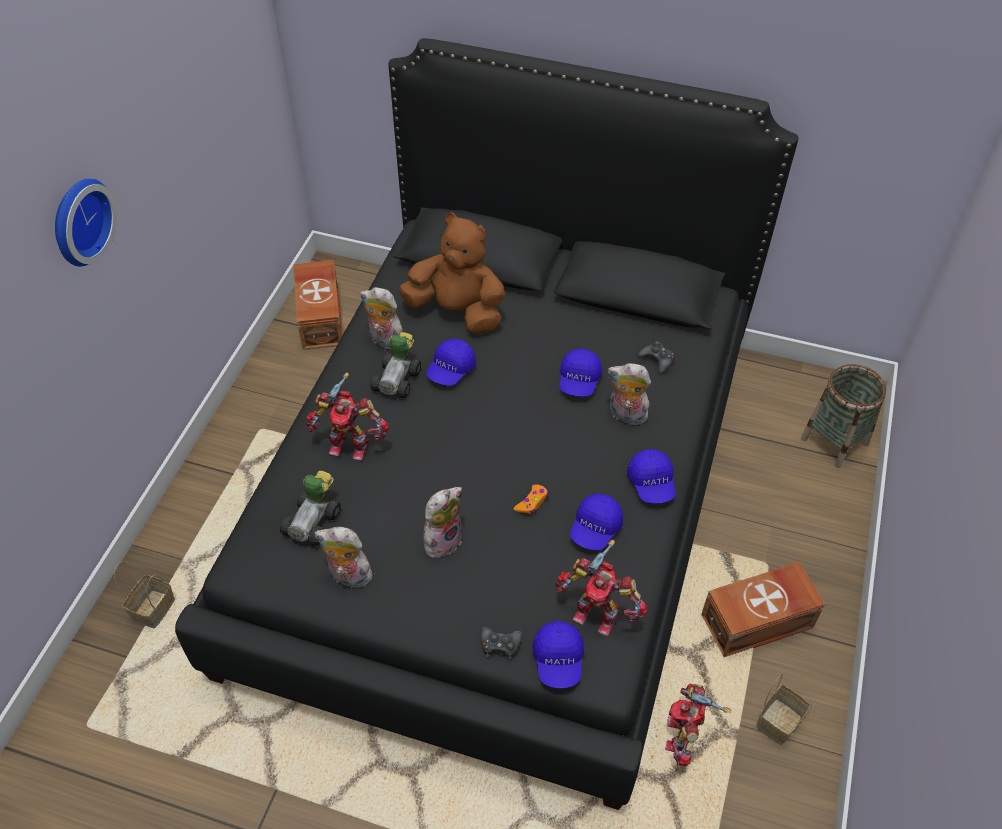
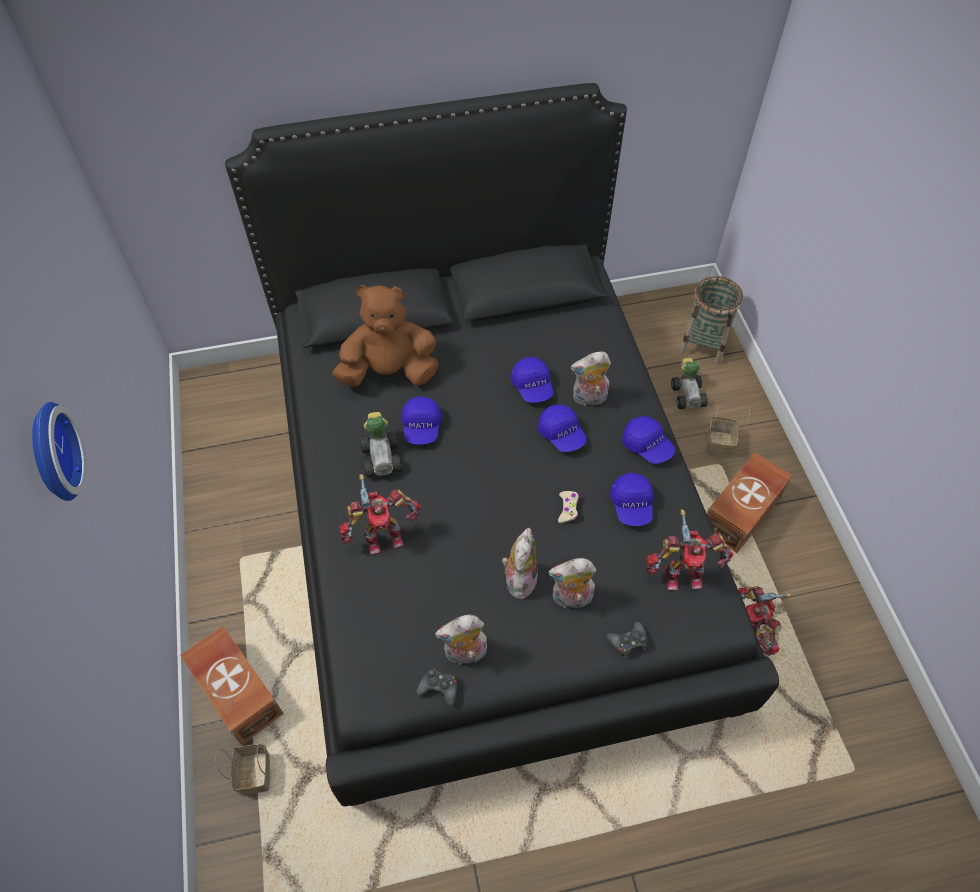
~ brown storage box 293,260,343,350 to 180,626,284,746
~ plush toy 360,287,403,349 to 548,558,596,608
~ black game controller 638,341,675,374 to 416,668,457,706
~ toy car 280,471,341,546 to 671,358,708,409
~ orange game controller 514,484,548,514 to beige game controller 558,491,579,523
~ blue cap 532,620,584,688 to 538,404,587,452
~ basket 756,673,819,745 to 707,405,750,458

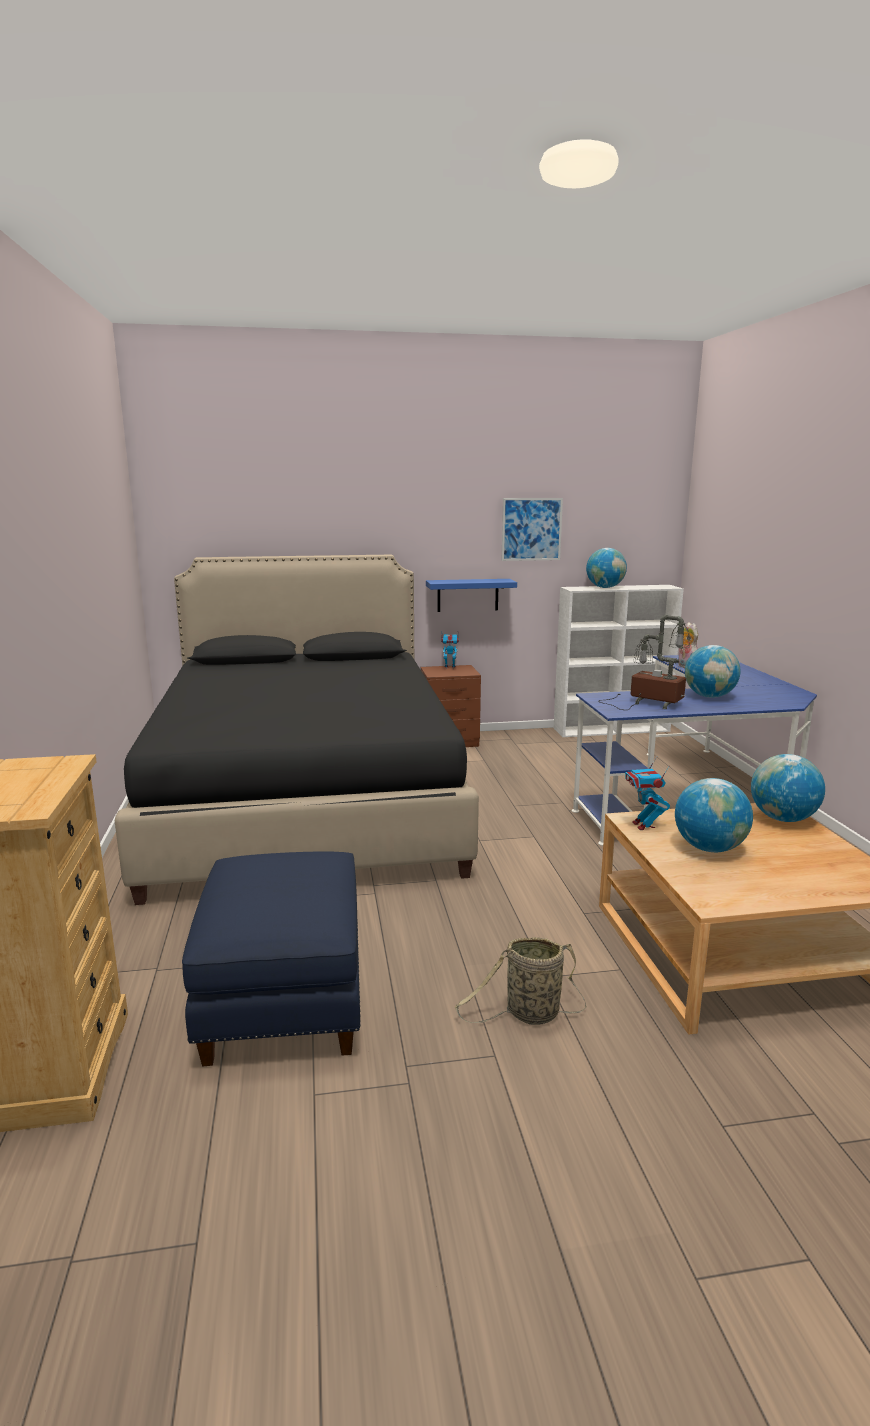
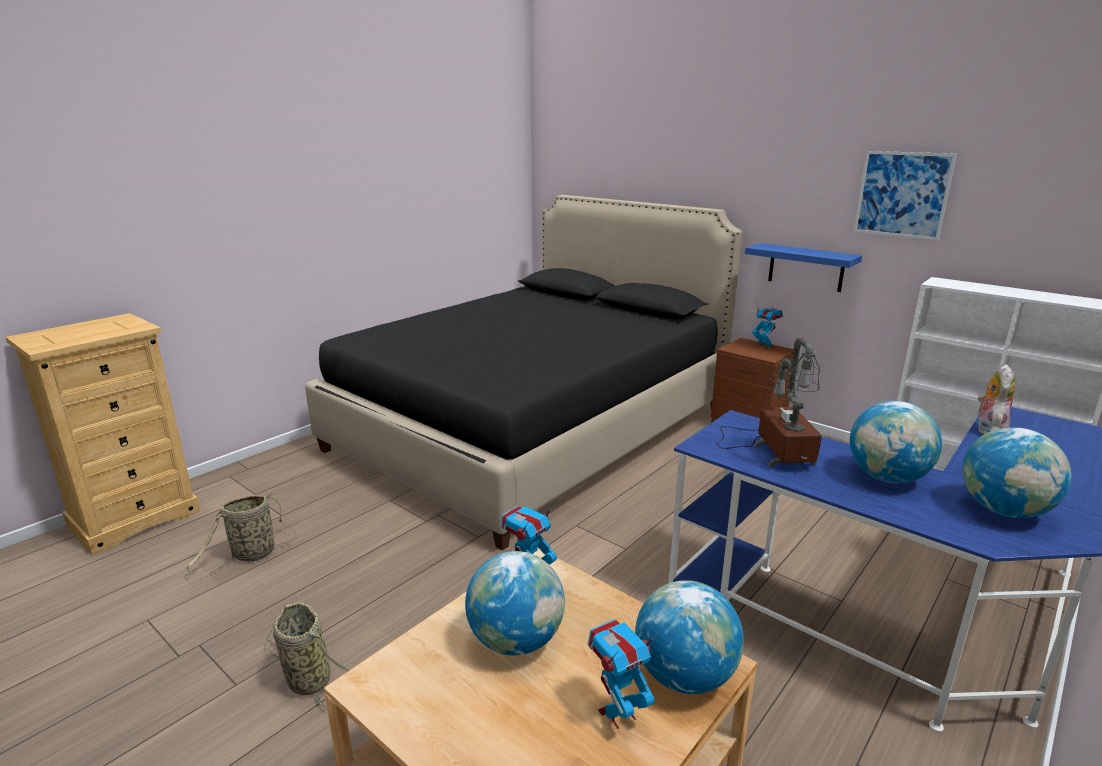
~ globe 586,548,627,588 to 962,427,1072,518
~ blue ottoman 182,851,361,1066 to basket 185,493,296,576
+ toy robot 588,619,657,729

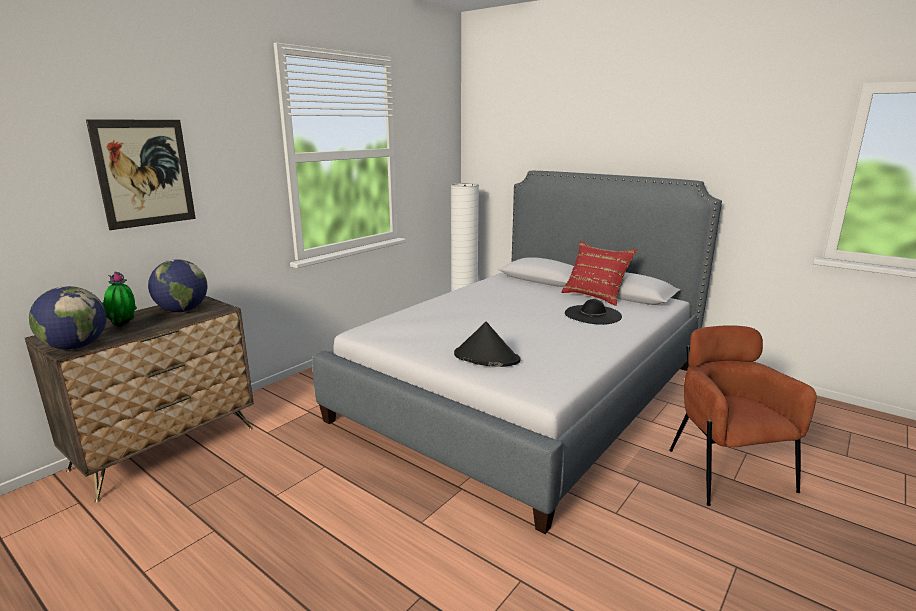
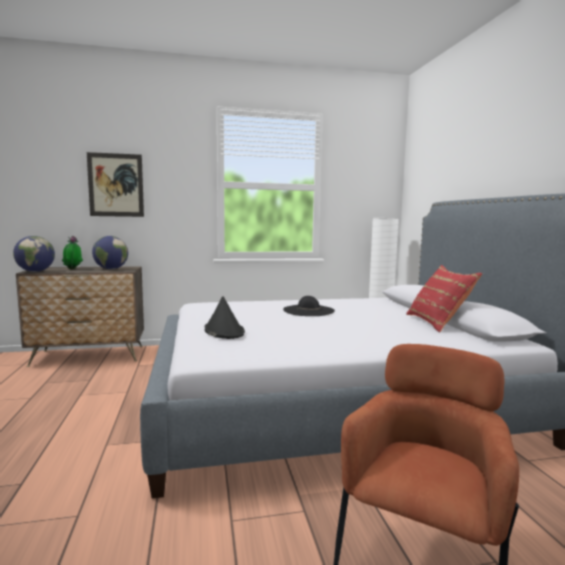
~ black hat 565,299,622,325 to 283,296,335,316

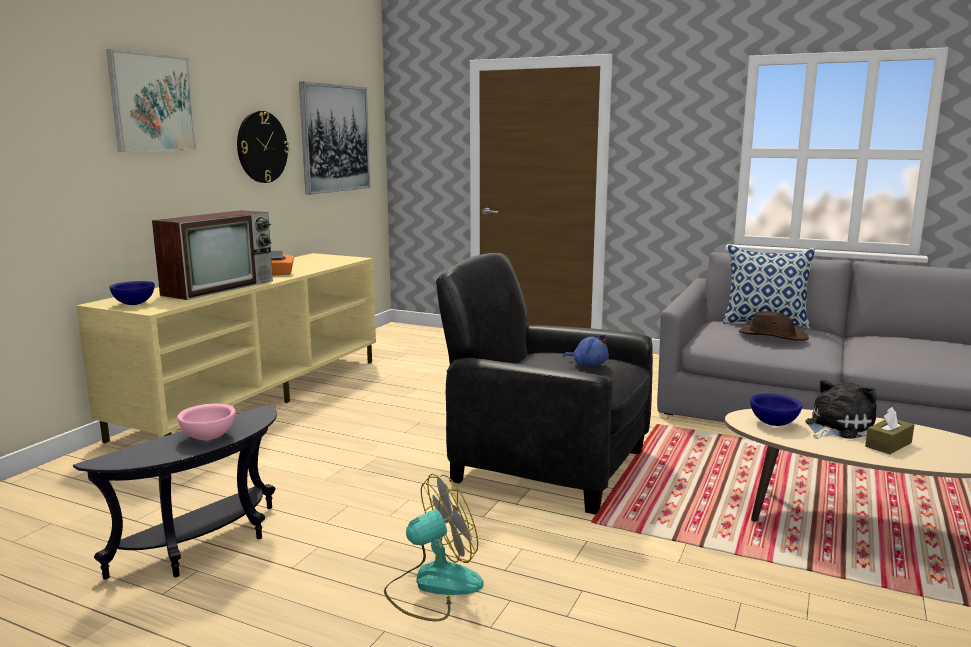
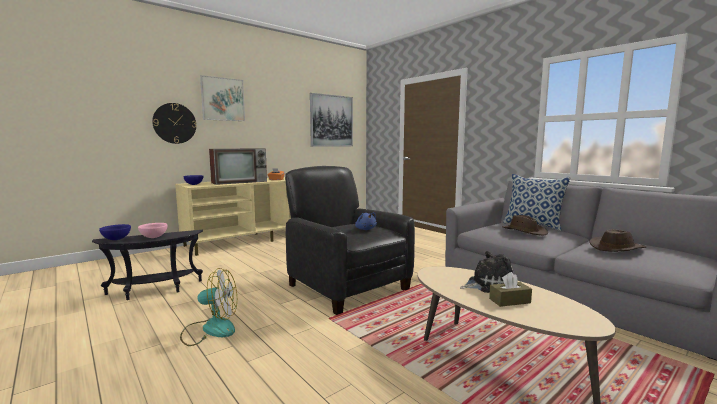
~ wall clock 237,111,290,183 to 152,103,196,144
~ blue bowl 750,393,802,426 to 99,224,131,240
+ brown hat 589,229,646,251

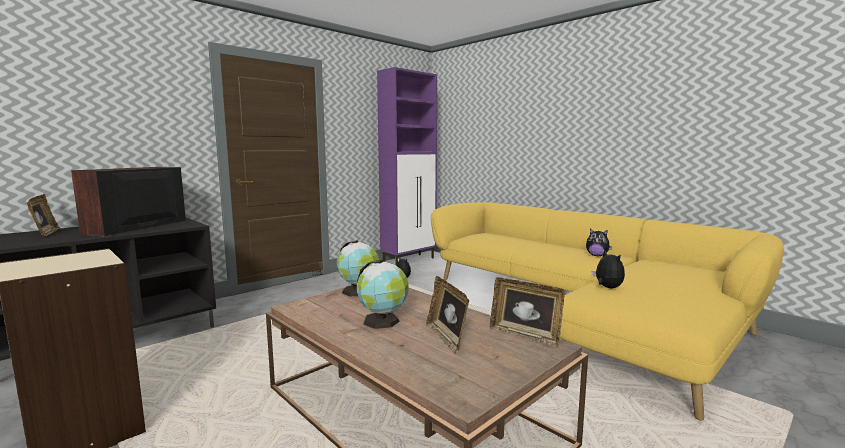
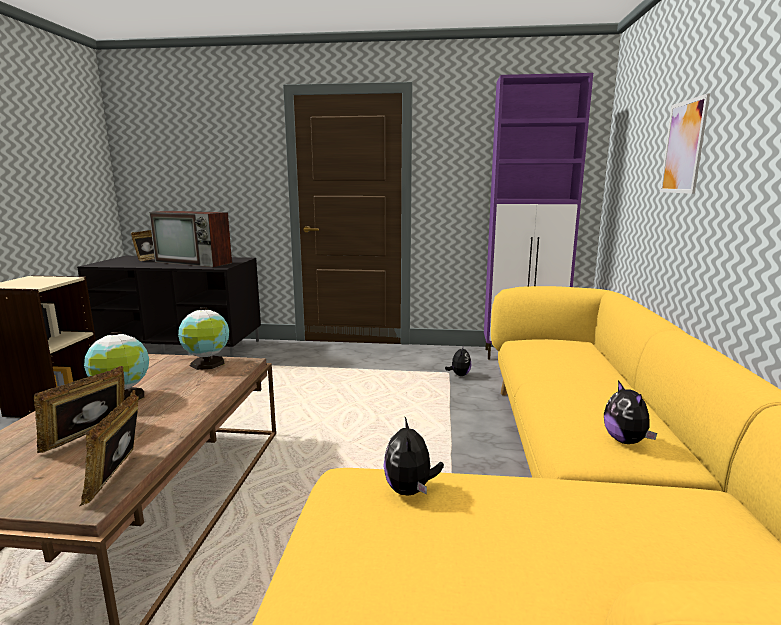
~ television 71,167,186,237 = 149,211,232,267 135 degrees counterclockwise
~ plush toy 591,249,625,288 = 384,417,444,496 150 degrees clockwise
+ picture 660,93,710,194

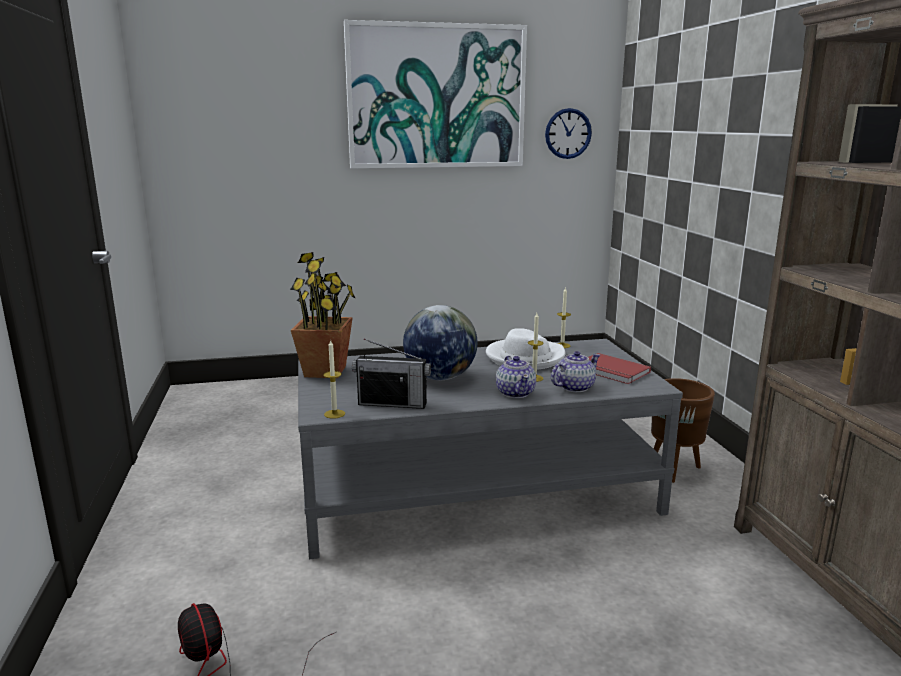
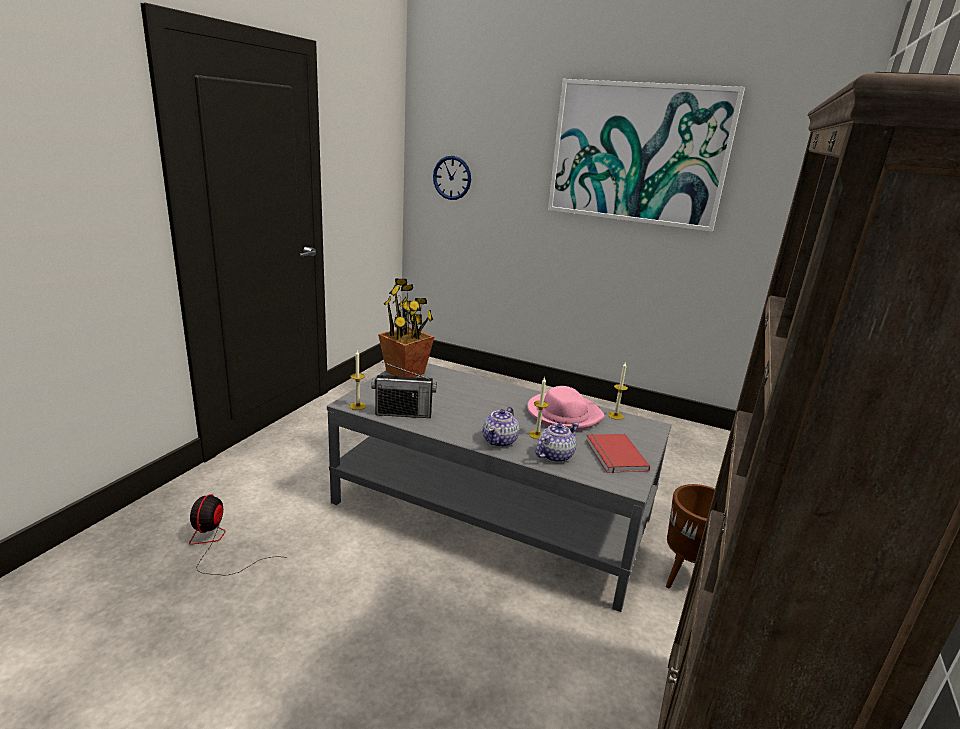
~ wall clock 545,108,592,159 to 433,156,471,200
- globe 403,305,477,380
~ white hat 486,328,565,370 to pink hat 527,386,605,431
~ radio 352,339,431,409 = 371,362,437,418 45 degrees counterclockwise
~ teapot 551,351,600,392 = 535,423,579,463 45 degrees counterclockwise

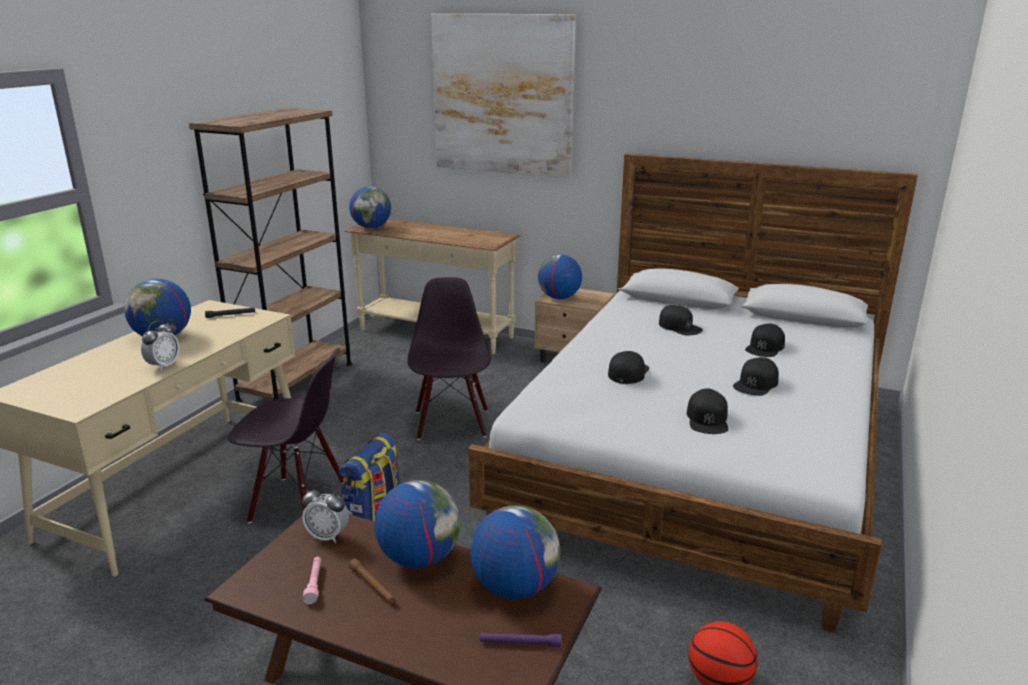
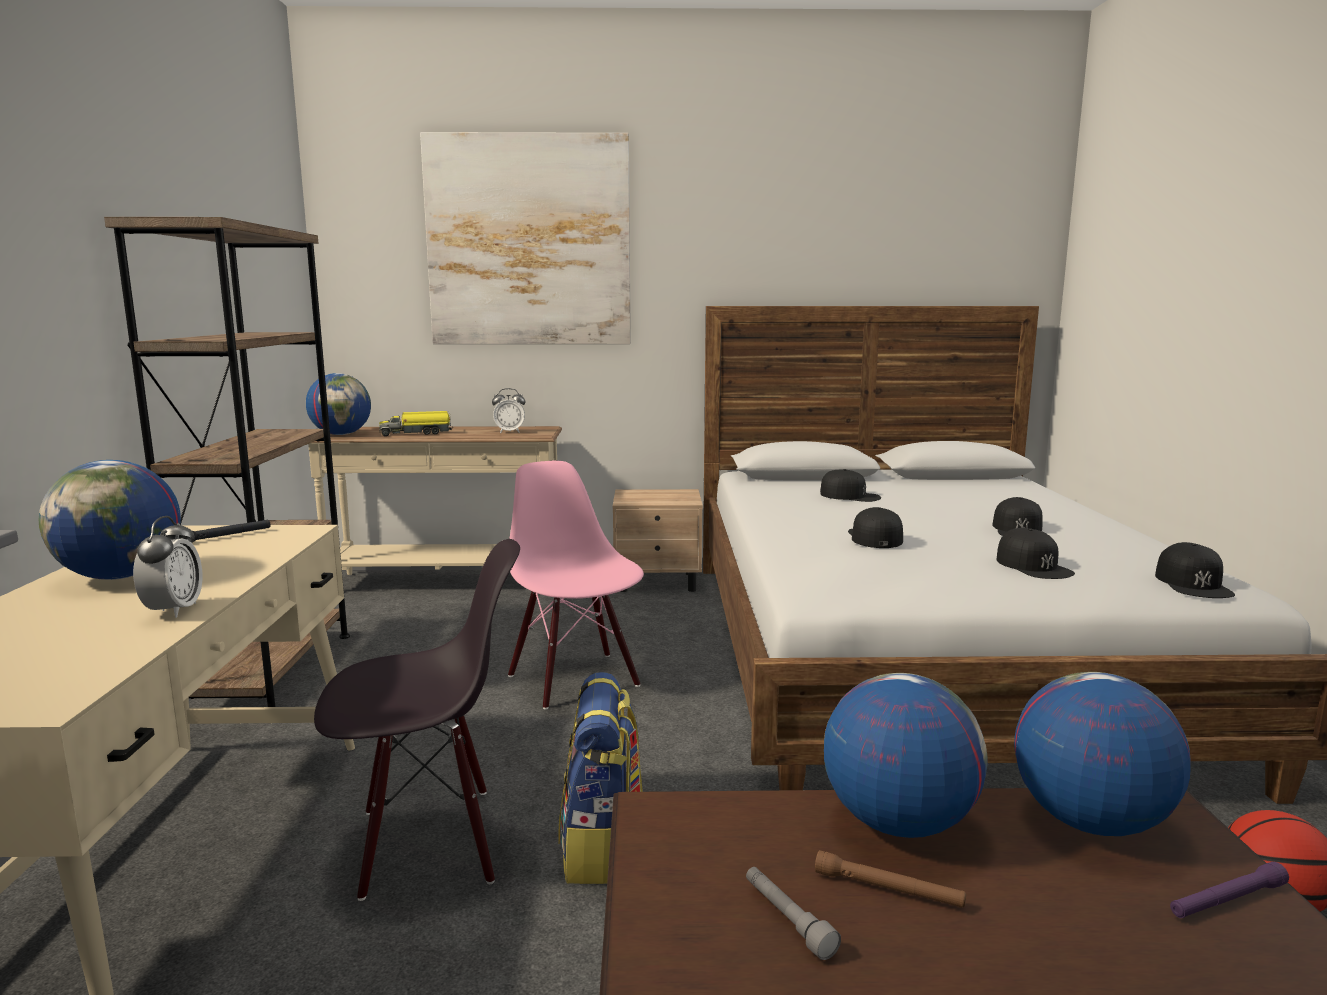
- globe 538,255,582,299
~ black chair 407,277,491,440 to pink chair 508,461,644,709
~ black cap 745,324,785,357 to 1155,542,1235,598
~ alarm clock 302,486,349,543 to 492,388,525,433
~ pink flashlight 303,557,321,604 to grey flashlight 746,867,841,960
+ toy truck 379,411,452,436

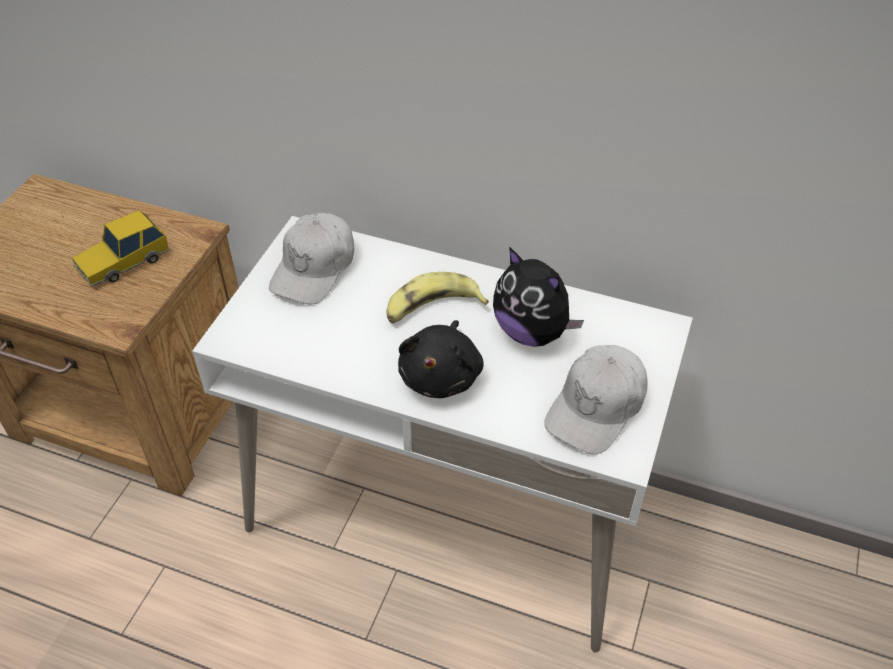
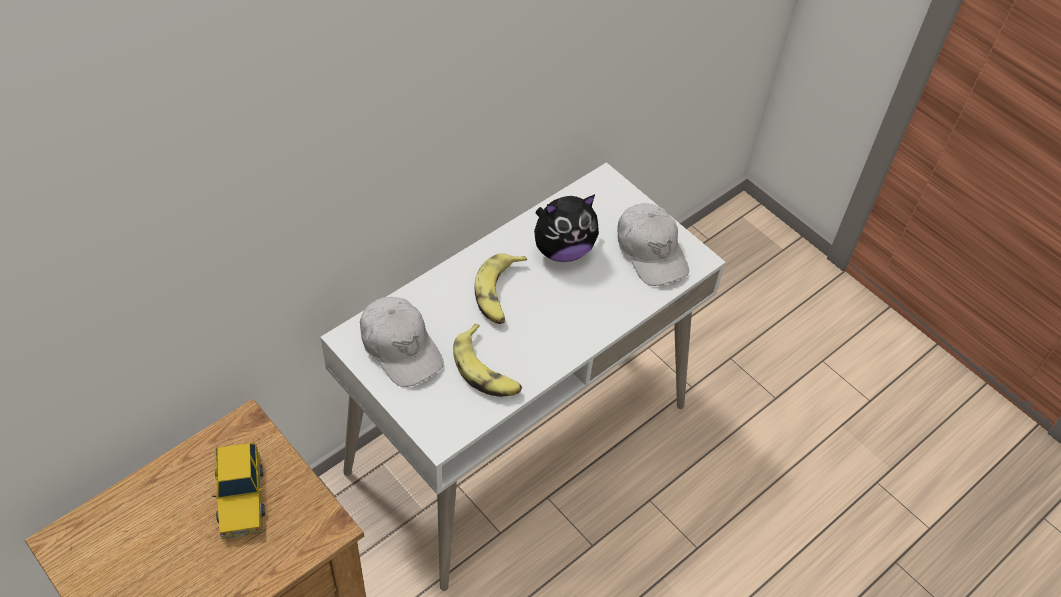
- black plush toy 398,320,484,398
+ banana 453,324,522,397

